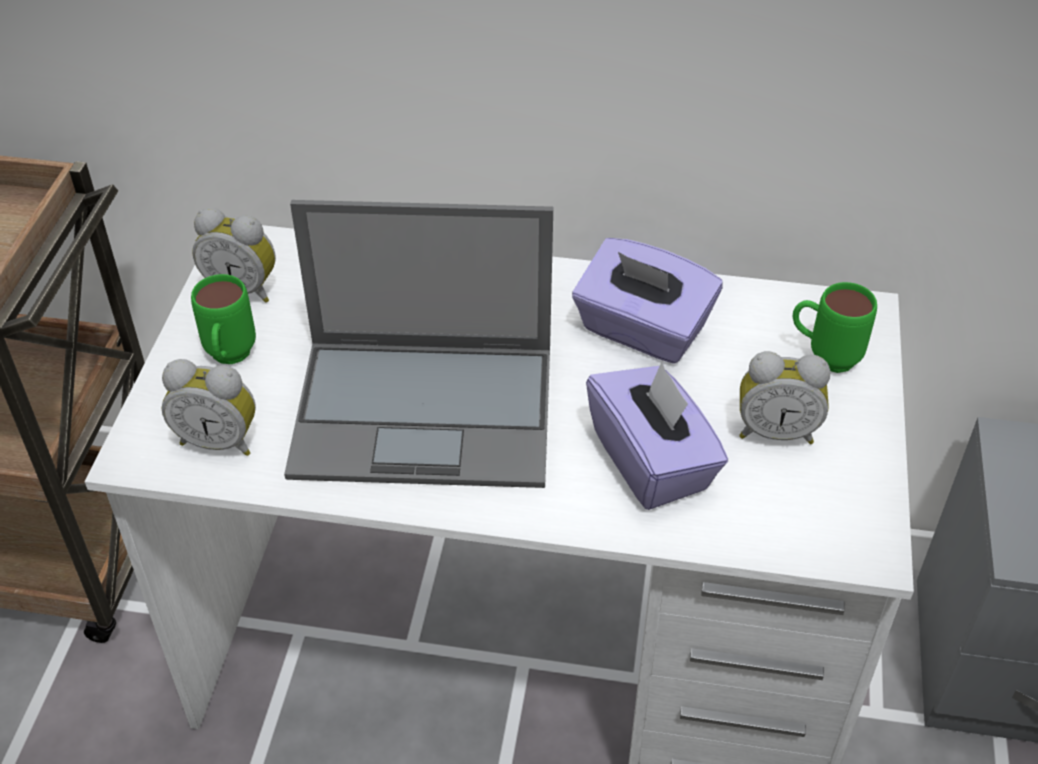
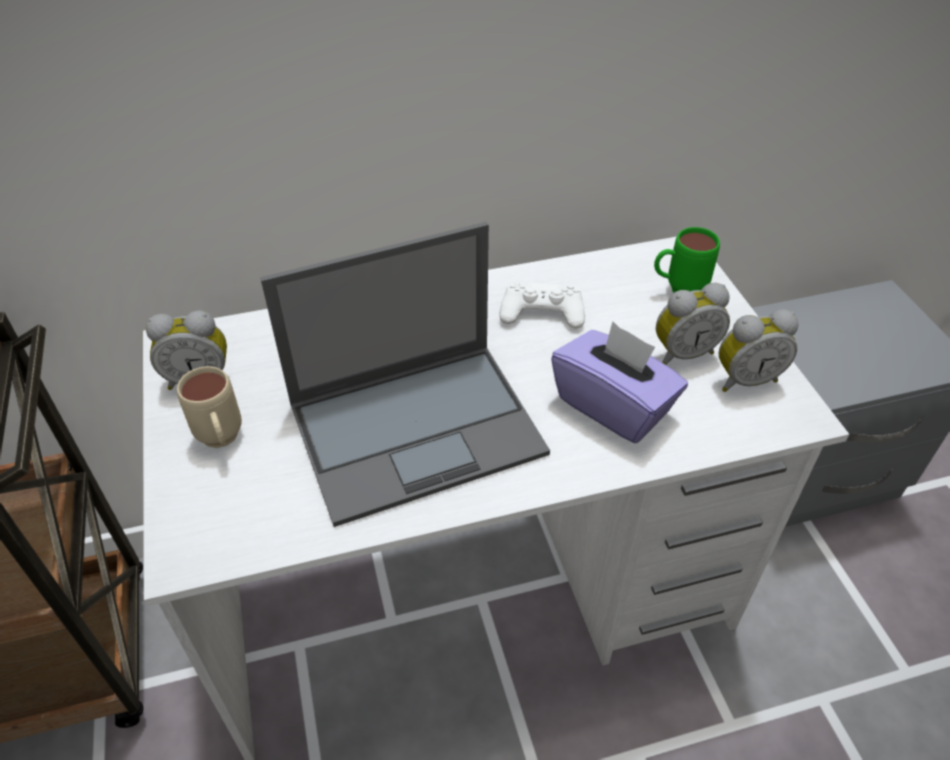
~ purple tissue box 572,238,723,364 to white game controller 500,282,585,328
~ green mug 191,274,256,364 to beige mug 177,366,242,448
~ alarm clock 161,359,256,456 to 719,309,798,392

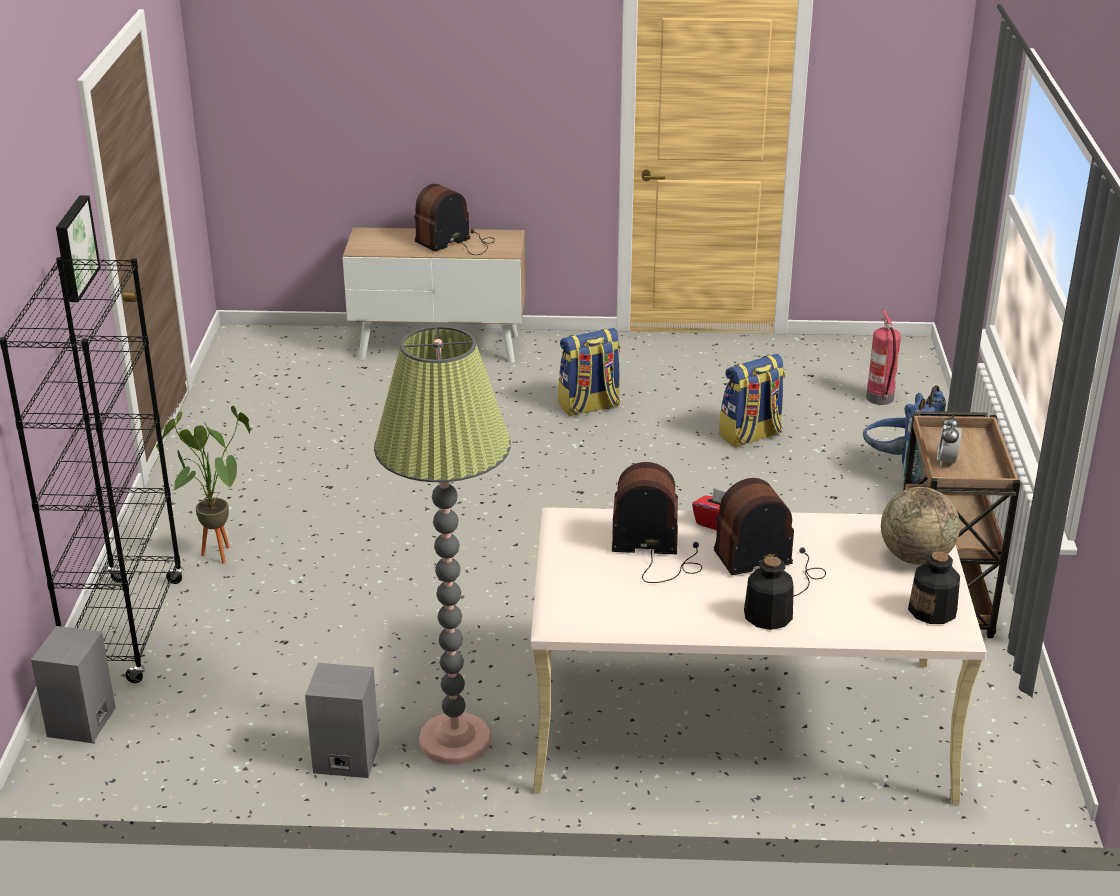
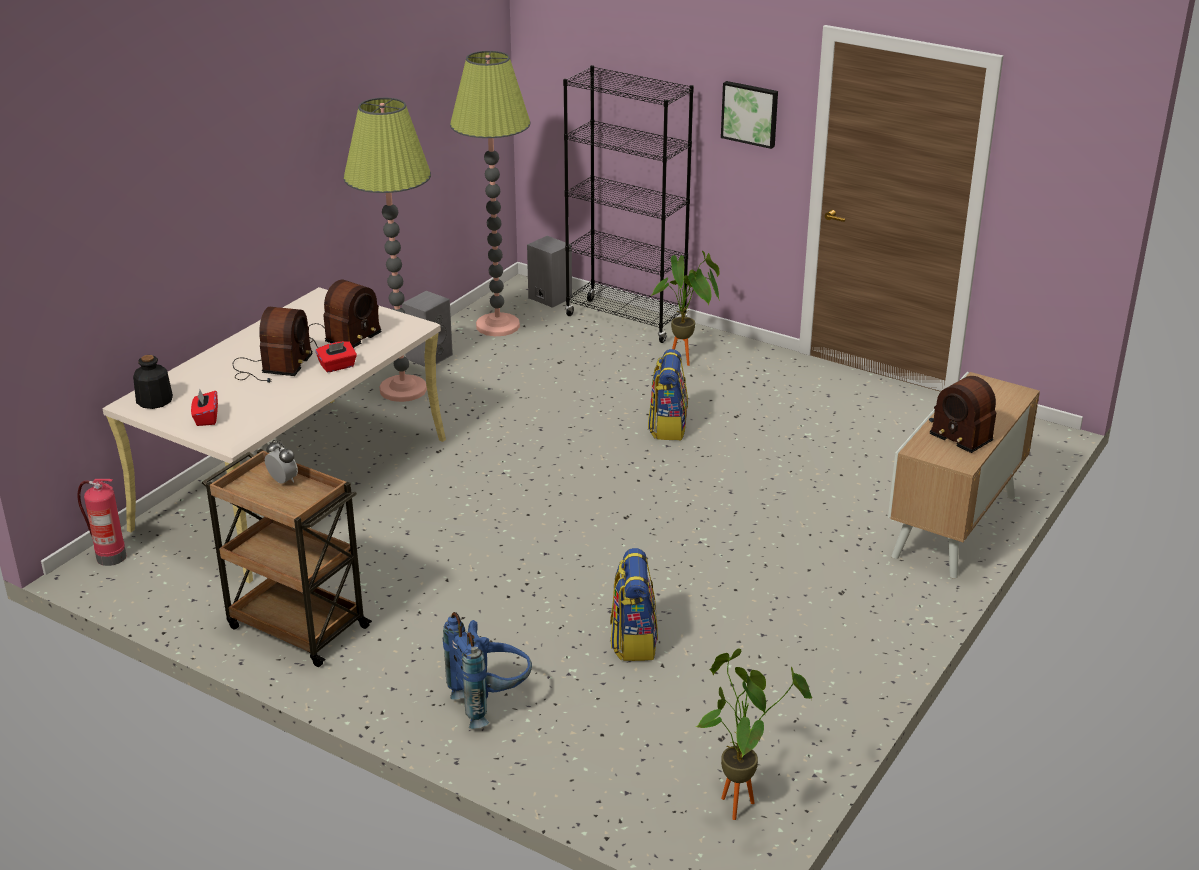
~ radio 414,184,495,255 = 929,376,996,453 150 degrees clockwise
~ fire extinguisher 866,310,901,405 to 78,479,126,566
~ backpack 558,328,620,417 to 648,349,688,440
~ globe 881,487,960,565 to red tissue box 191,389,218,426
- bottle 744,556,794,630
+ floor lamp 450,51,530,336
+ potted plant 696,649,812,820

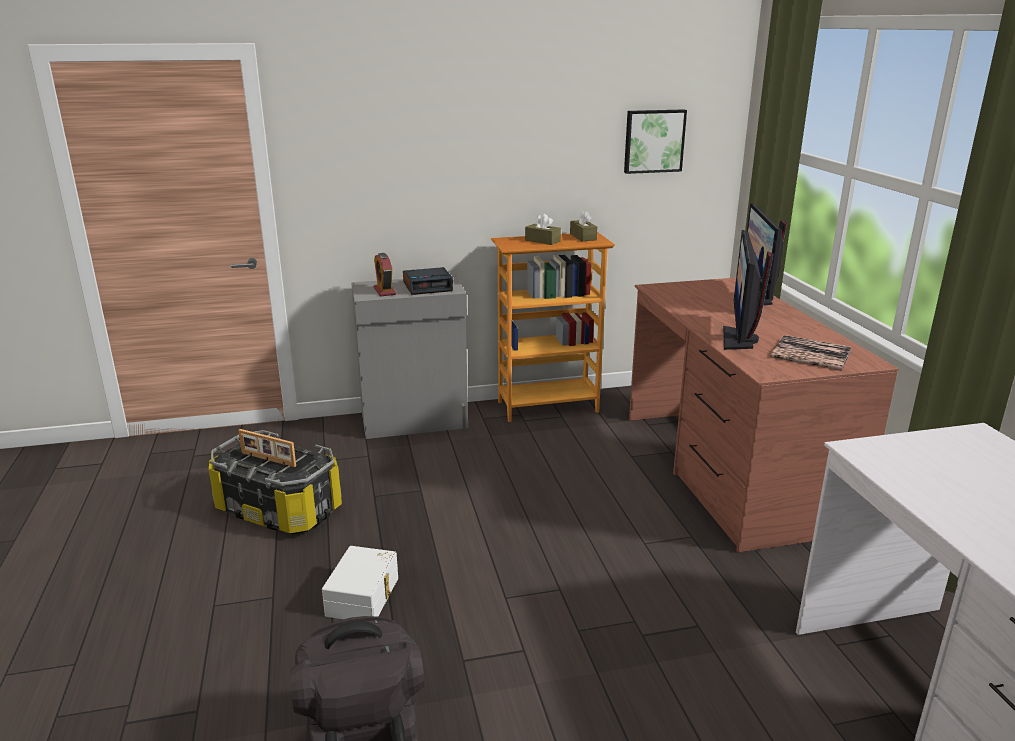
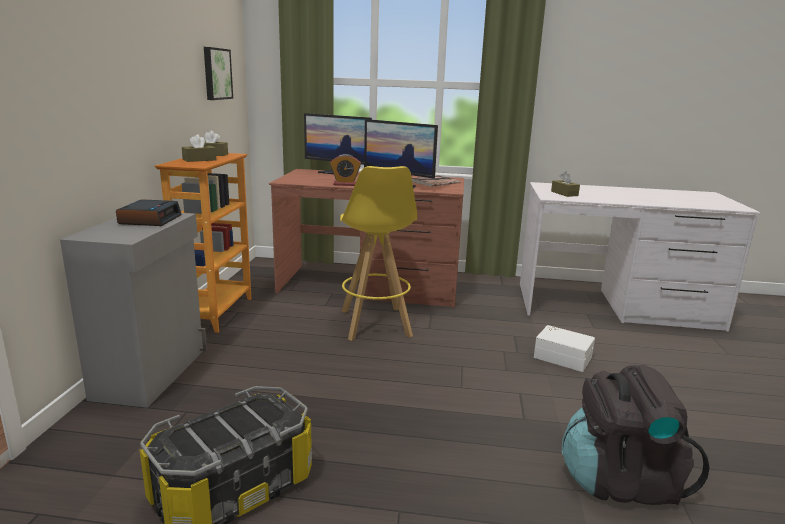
~ alarm clock 373,253,396,296 to 330,154,361,186
- picture frame 238,429,296,467
~ white storage box 322,546,398,619 to 534,325,595,372
+ yellow stool 340,166,417,341
+ brown tissue box 551,172,580,197

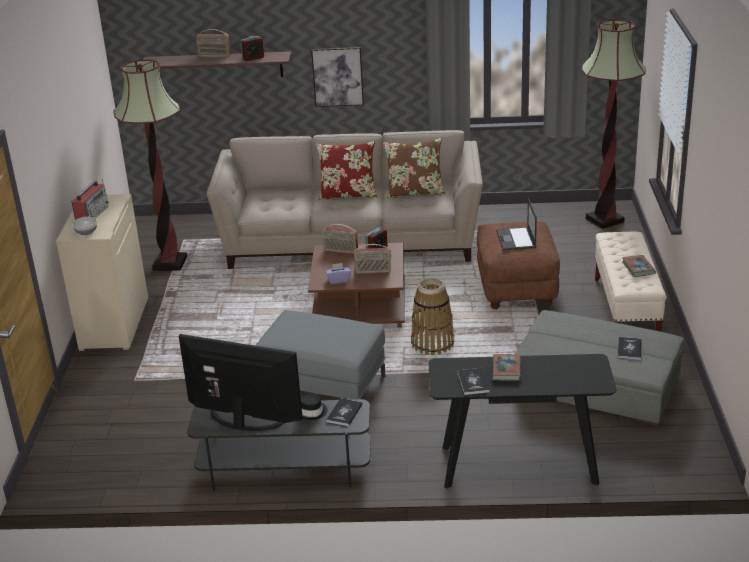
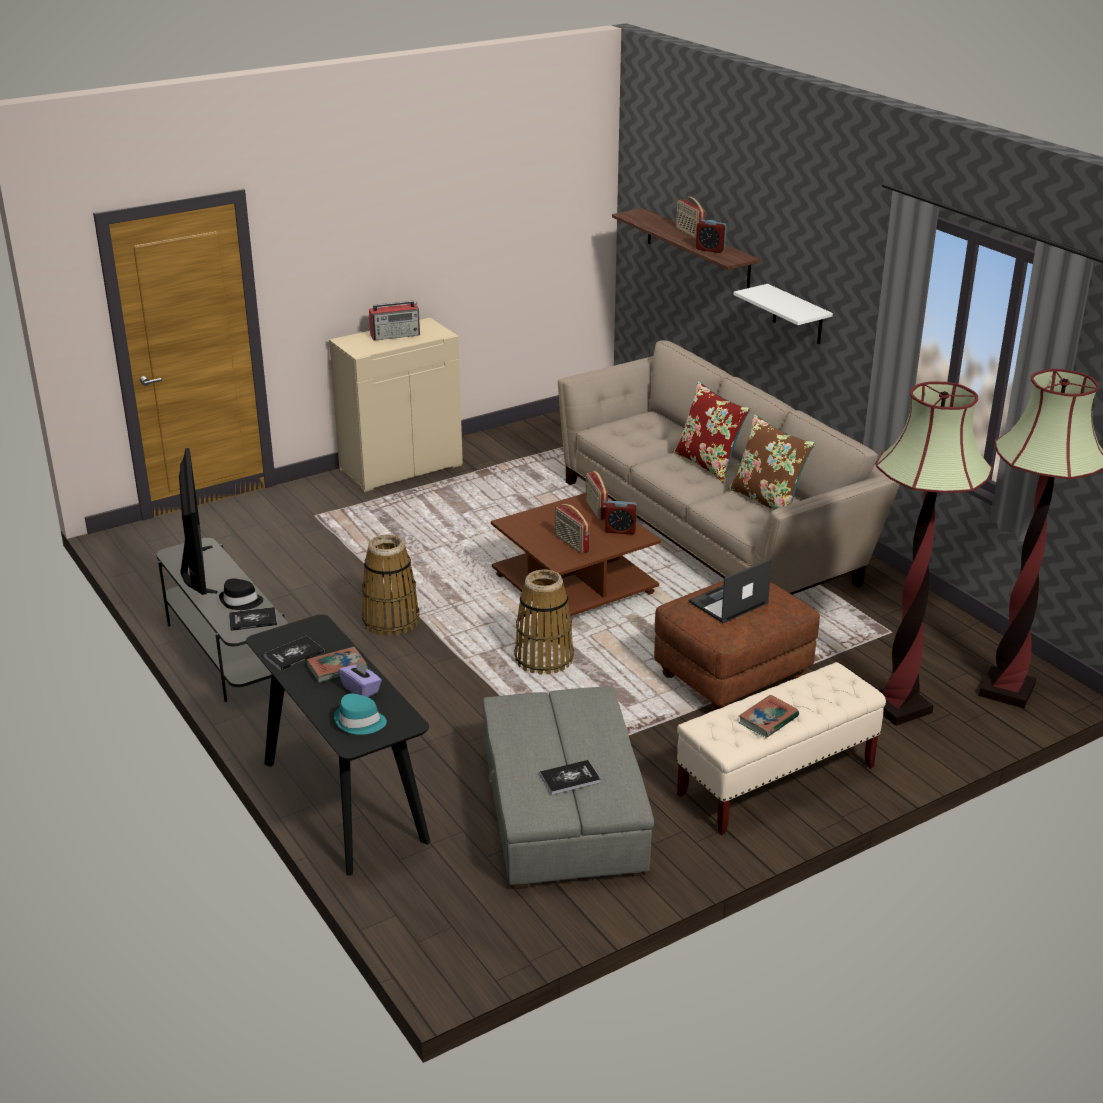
~ picture 311,47,364,107 to white shelf 733,284,833,344
~ floor lamp 114,59,187,271 to 876,382,992,726
- bowl 72,217,97,235
~ purple tissue box 326,263,351,284 to 338,659,382,697
~ grey ottoman 255,310,386,400 to basket 362,534,419,636
+ turquoise hat 334,694,387,735

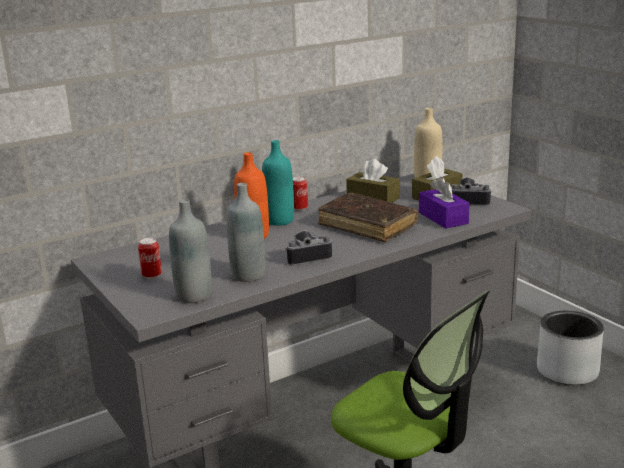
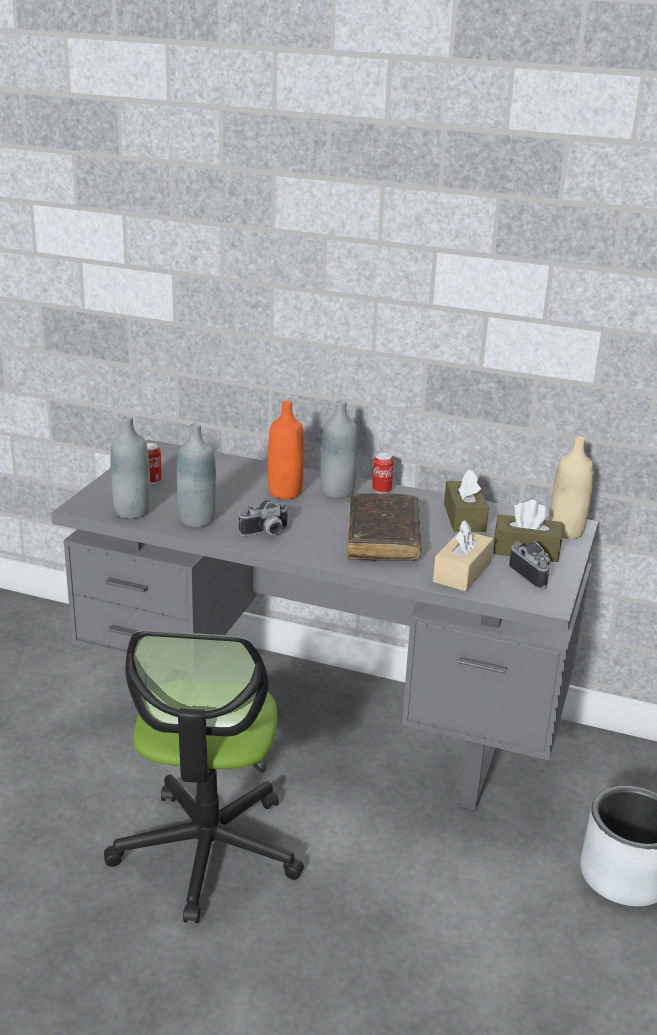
~ turquoise bottle 262,140,294,226 to grey bottle 320,400,358,498
~ purple tissue box 419,177,470,229 to beige tissue box 433,520,493,592
~ photo camera 285,230,332,266 = 239,500,289,536 120 degrees clockwise

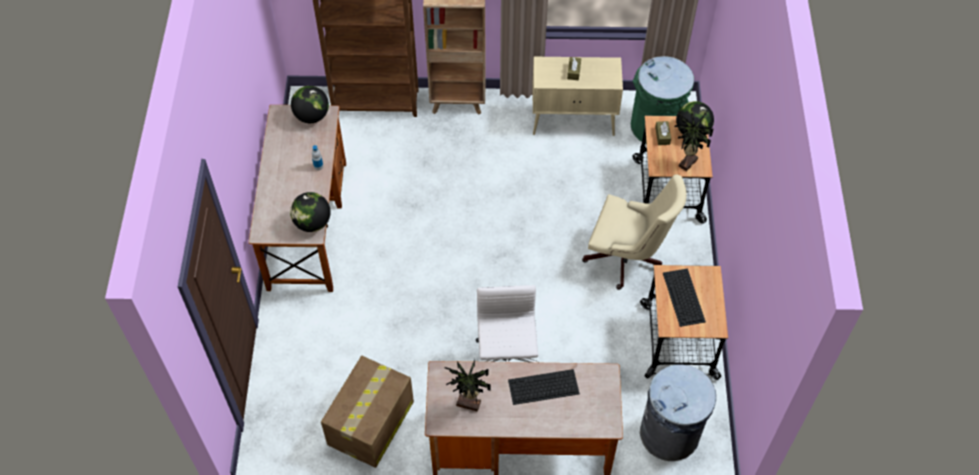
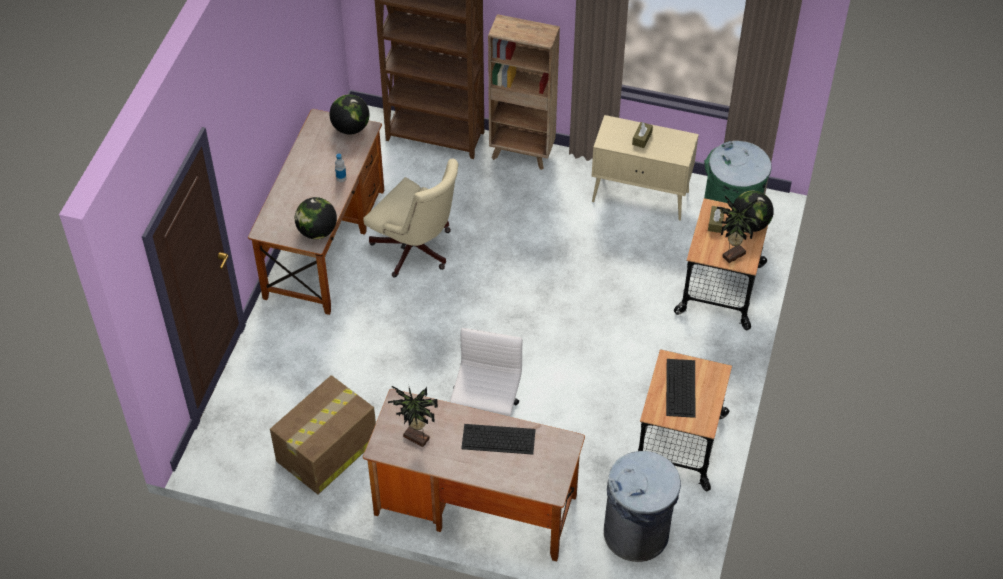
~ beige office chair 582,174,687,290 to 363,158,459,278

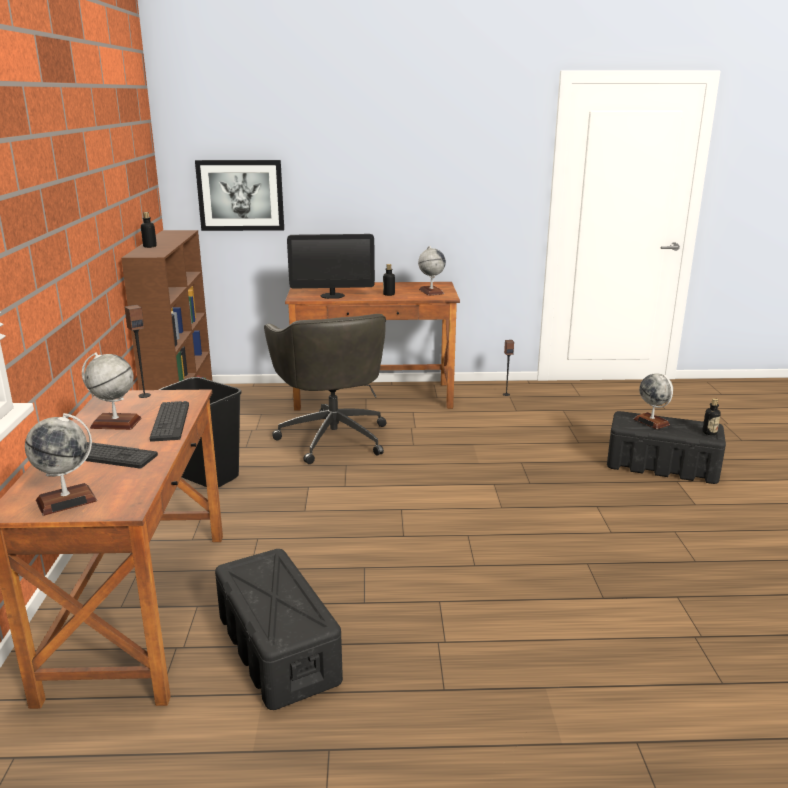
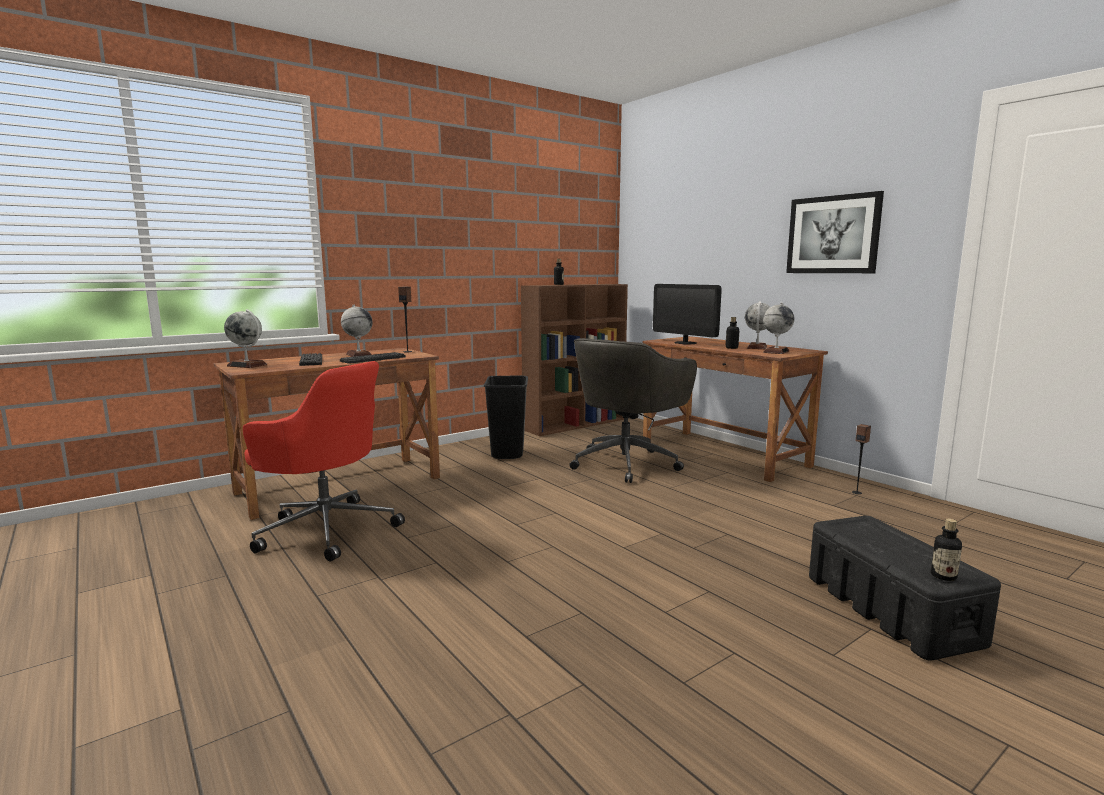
~ picture 195,160,284,231 to 786,191,884,273
~ globe 634,373,673,429 to 745,301,770,349
~ black storage box 215,549,343,710 to red office chair 243,361,405,562

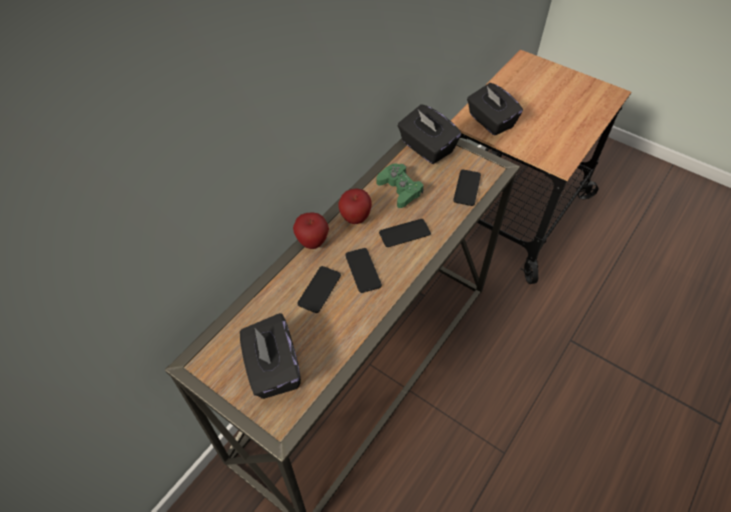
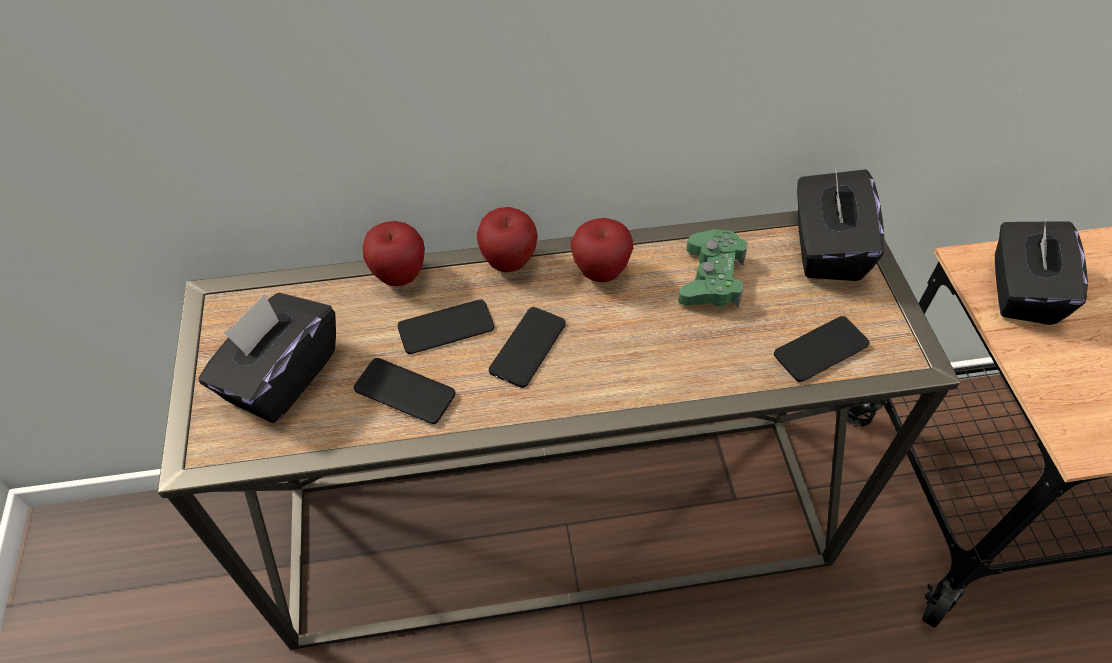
~ phone 379,219,431,247 to 354,358,456,424
+ apple 362,221,425,286

